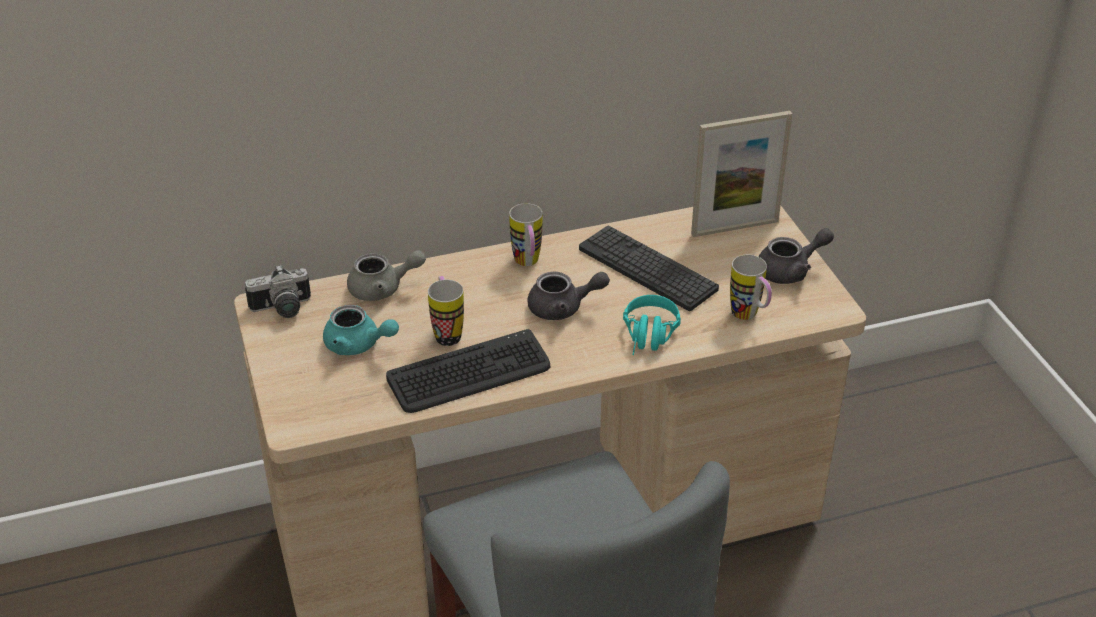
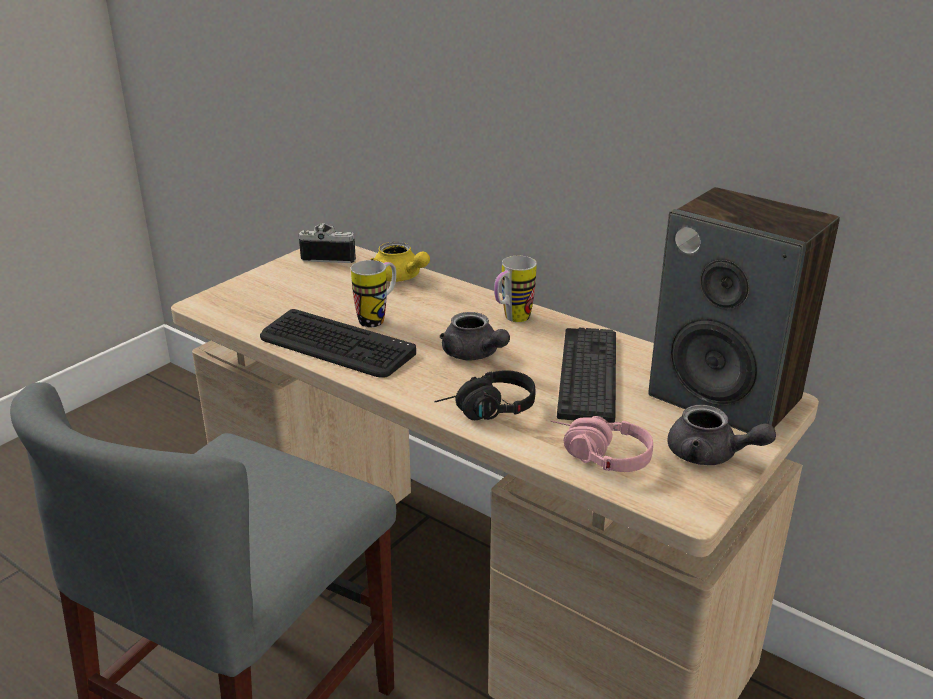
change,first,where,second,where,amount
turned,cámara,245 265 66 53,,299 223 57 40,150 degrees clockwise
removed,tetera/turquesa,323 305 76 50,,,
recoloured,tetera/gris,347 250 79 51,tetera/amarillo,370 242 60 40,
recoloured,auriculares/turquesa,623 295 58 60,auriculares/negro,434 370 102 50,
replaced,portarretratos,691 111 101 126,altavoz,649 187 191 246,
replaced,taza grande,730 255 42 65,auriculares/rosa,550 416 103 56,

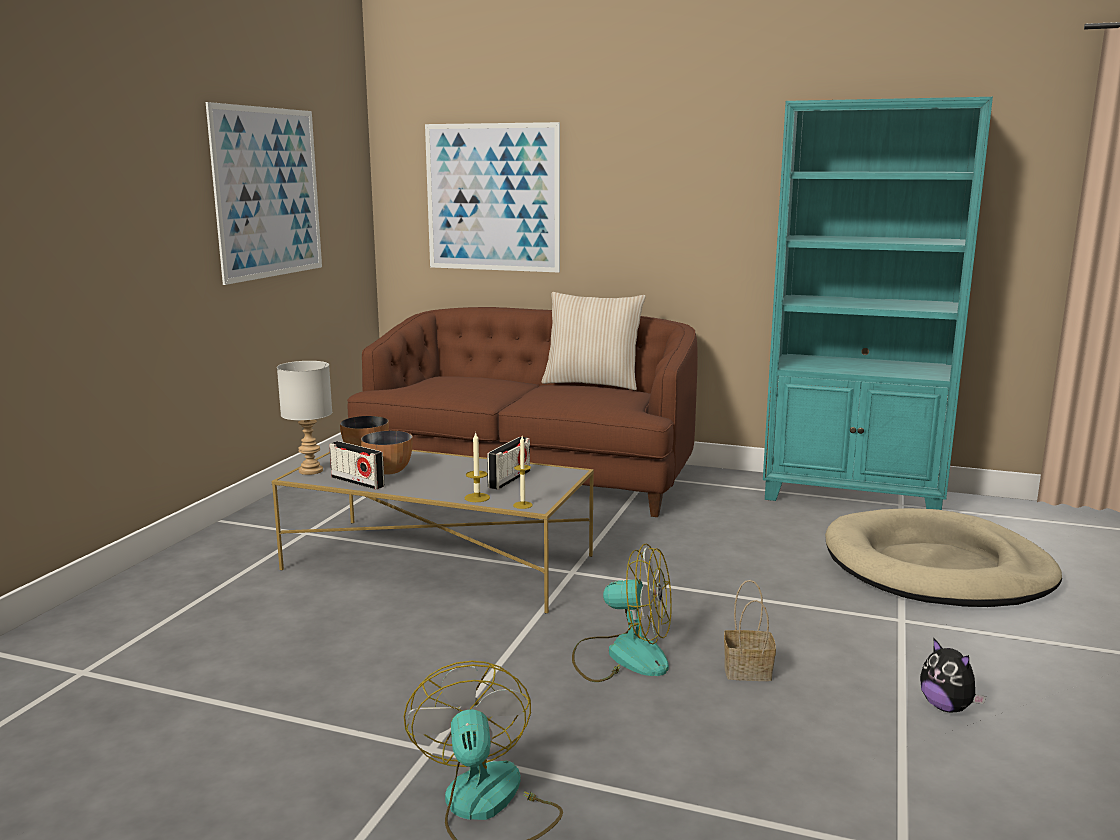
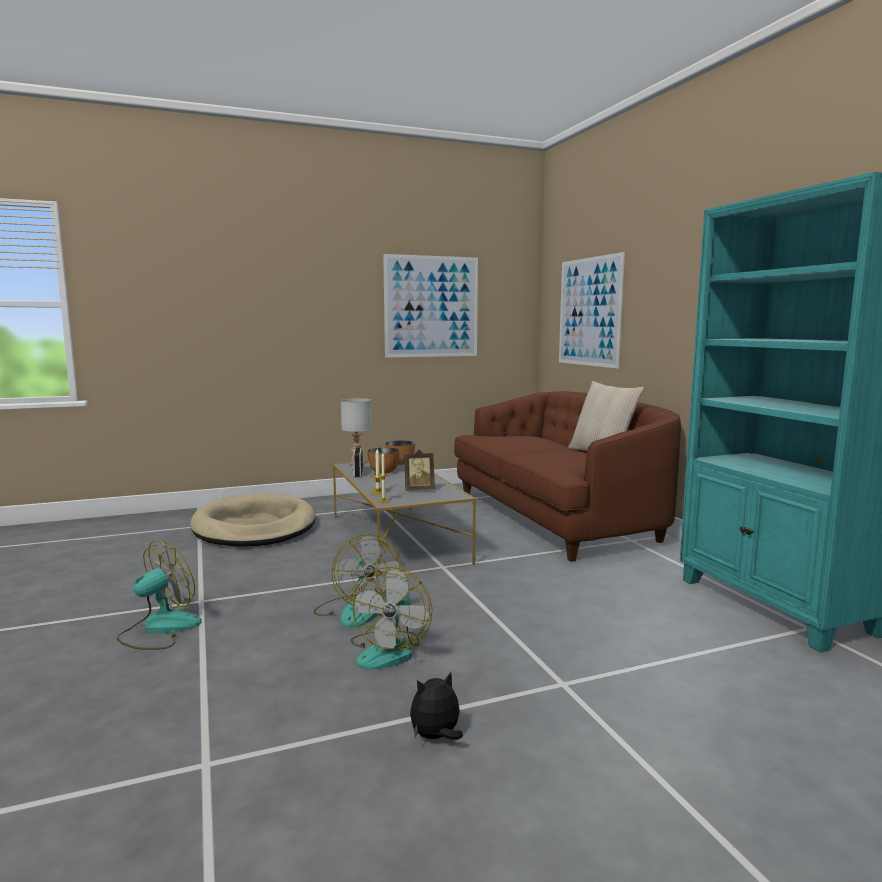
change,first,where,second,where,amount
replaced,radio,487 437 43 53,portarretratos,404 449 31 42,
replaced,cesta,724 580 52 101,ventilador,351 567 81 103,
moved,cama para perro/beis,825 508 237 99,,190 493 126 53,
turned,peluche,920 639 66 73,,410 672 53 68,45 degrees clockwise

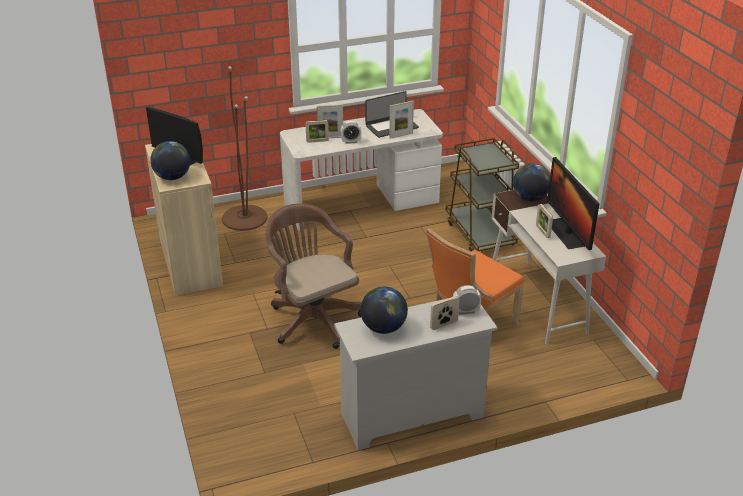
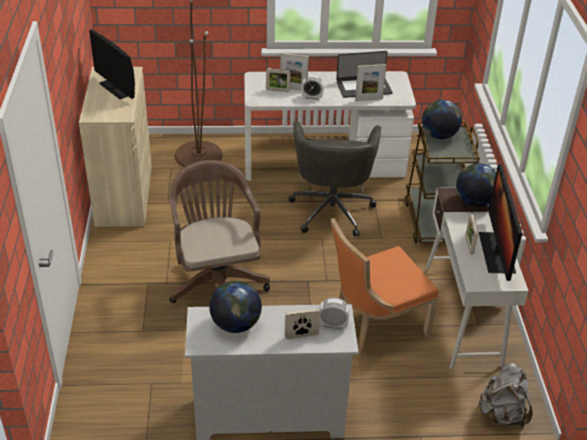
change,first,where,second,where,amount
moved,globo terráqueo,150 141 40 39,,422 100 40 39,
added,,,silla de oficina/gris,288 121 93 116,
added,,,mochila/gris,477 363 56 64,

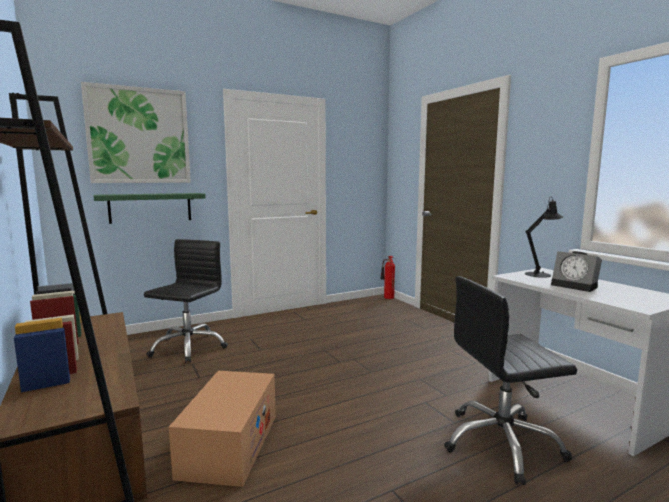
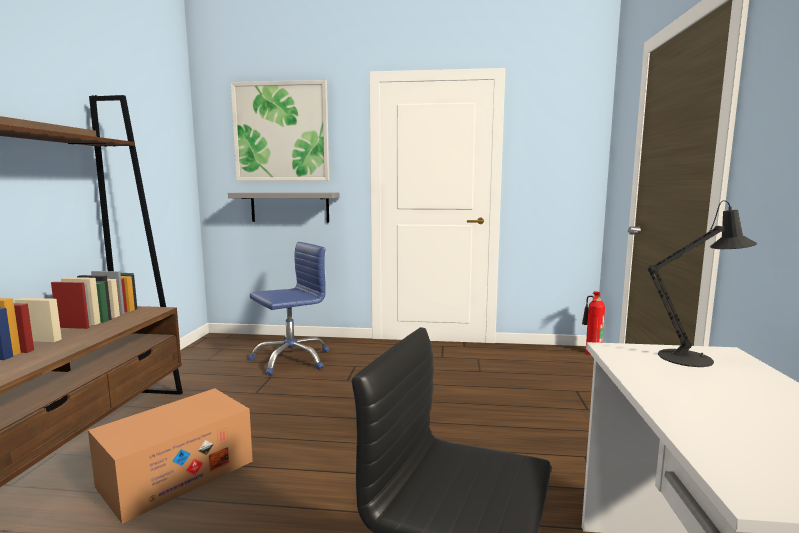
change,first,where,second,where,amount
recoloured,estante/verde,94 193 112 31,estante/gris,228 192 112 30,
recoloured,silla de oficina/negro,144 239 84 124,silla de oficina/azul,248 242 82 133,
removed,despertador,551 251 51 41,,,

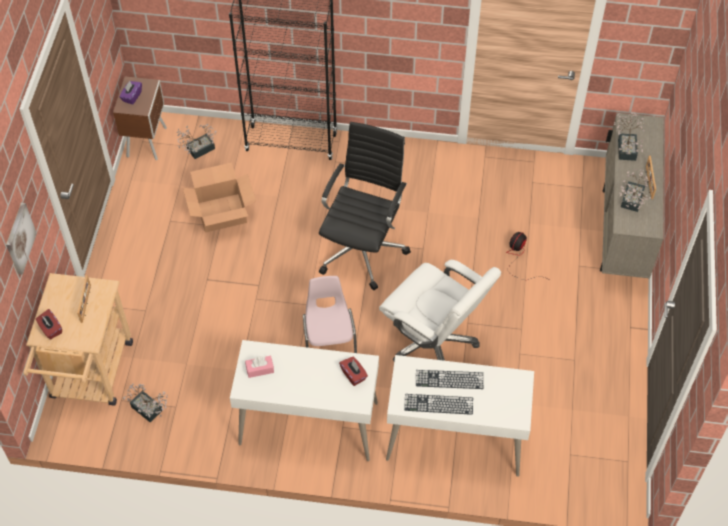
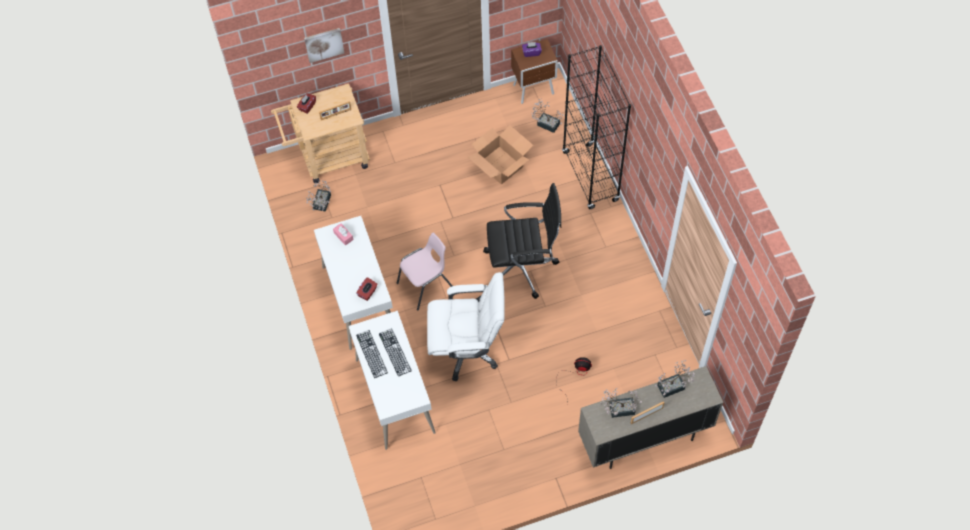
change,first,where,second,where,amount
turned,silla de oficina/blanco,379 260 122 101,,427 272 78 109,105 degrees counterclockwise

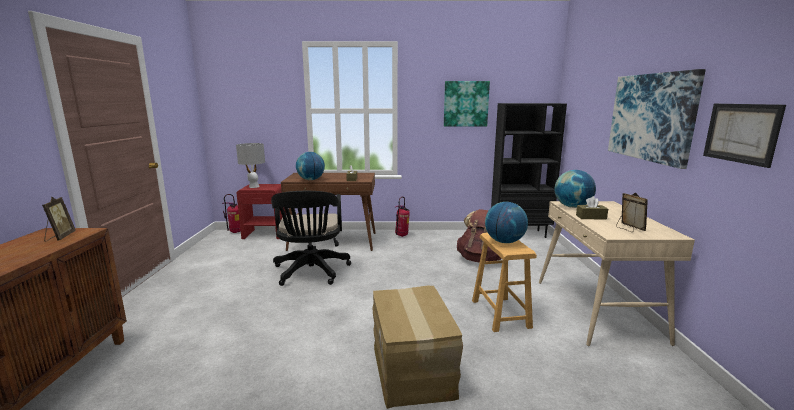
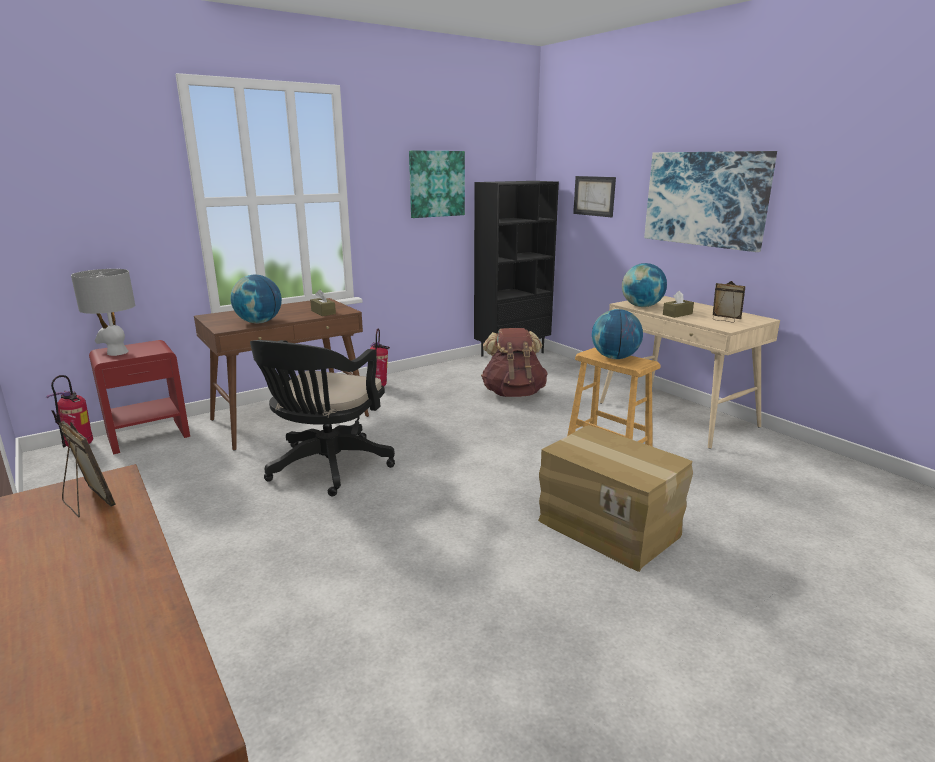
change,first,where,second,where,amount
turned,silla de oficina/negro,271 191 80 95,,250 340 145 156,60 degrees clockwise
moved,cuadro,703 104 83 64,,573 176 43 41,

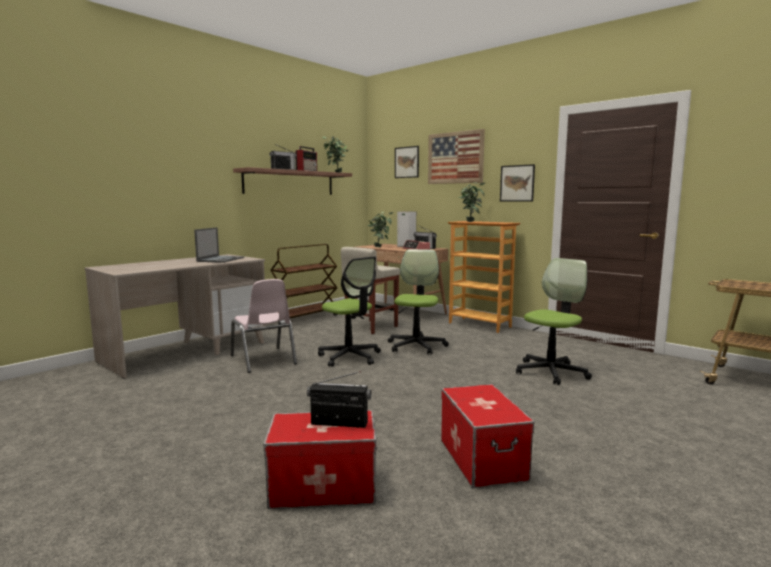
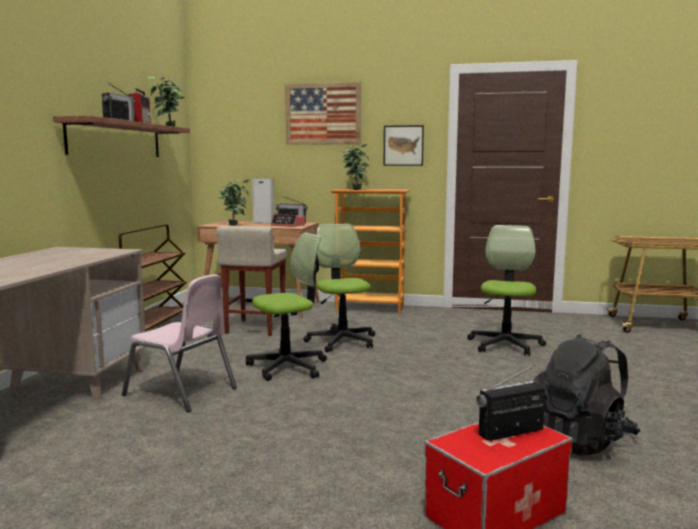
change,first,where,second,where,amount
removed,portátil,194 227 50 36,,,
turned,silla de oficina,318 256 63 111,,246 233 81 148,45 degrees counterclockwise
removed,cuadro,395 146 24 32,,,
replaced,caja de almacenaje,441 384 93 104,mochila/negro,533 334 107 122,

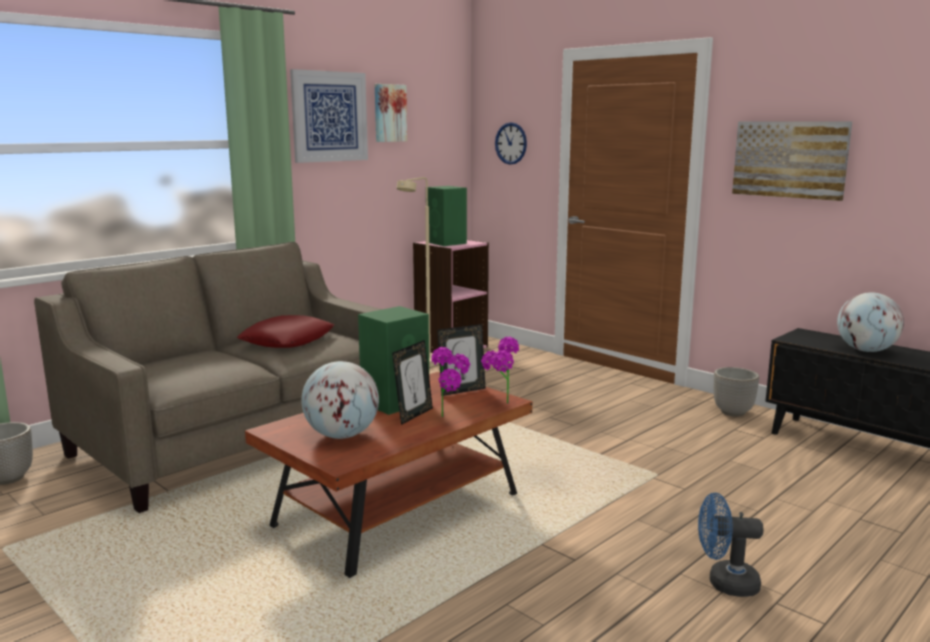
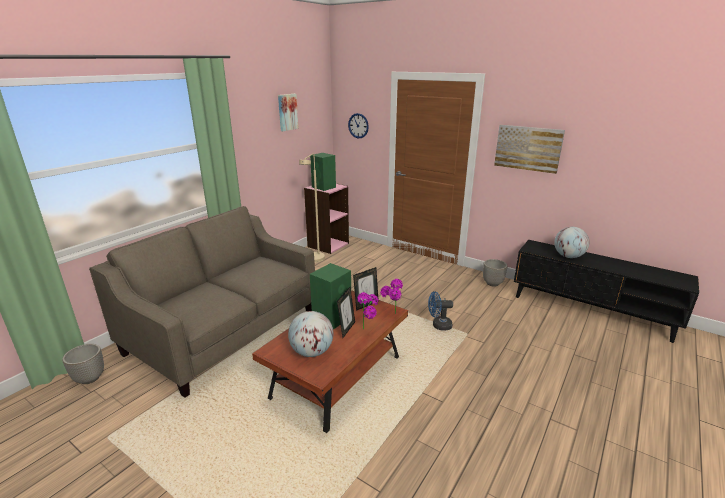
change,first,where,second,where,amount
removed,cojín/rojo,237 315 97 33,,,
removed,cuadro,290 69 78 94,,,
moved,ventilador/azul,698 493 65 104,,428 291 25 40,

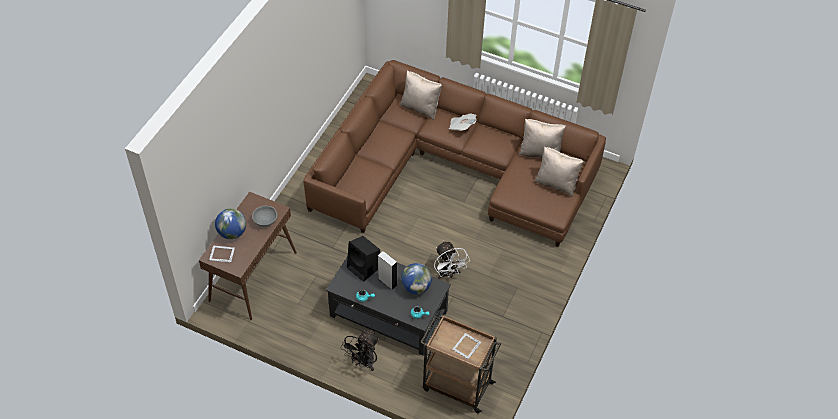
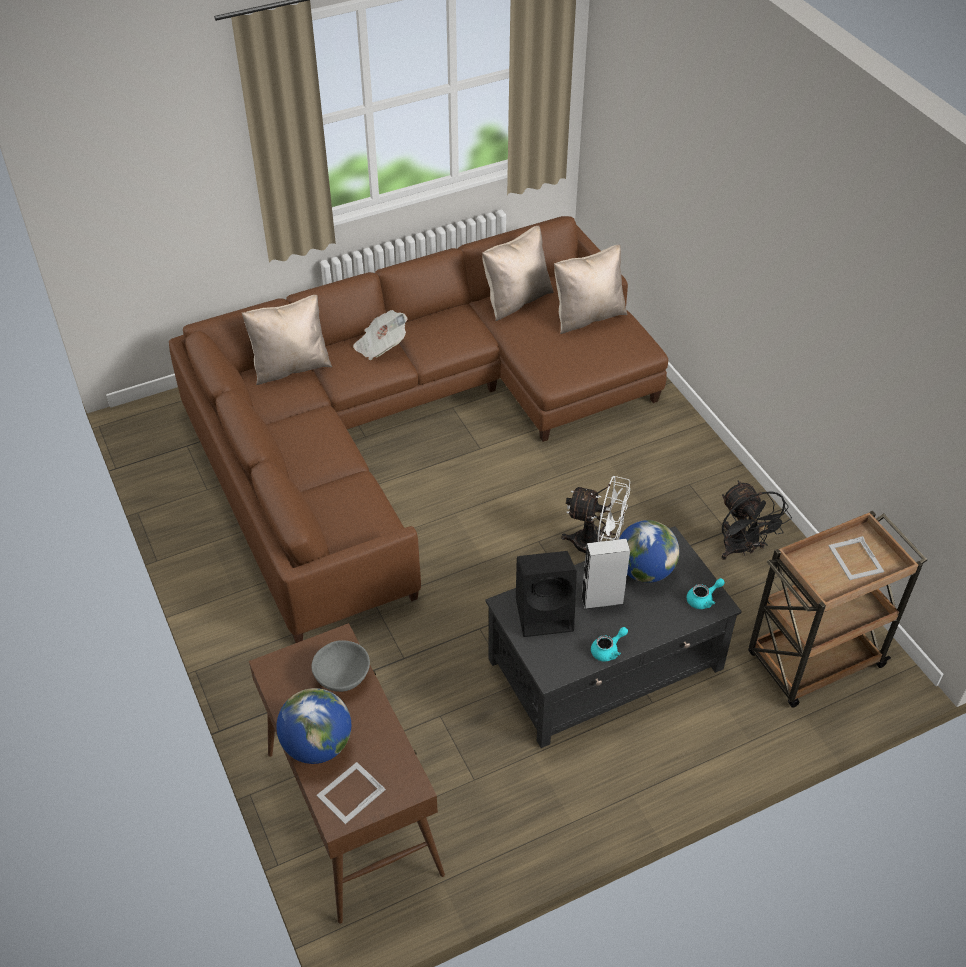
change,first,where,second,where,amount
moved,ventilador/negro,340 330 39 41,,721 481 71 79,

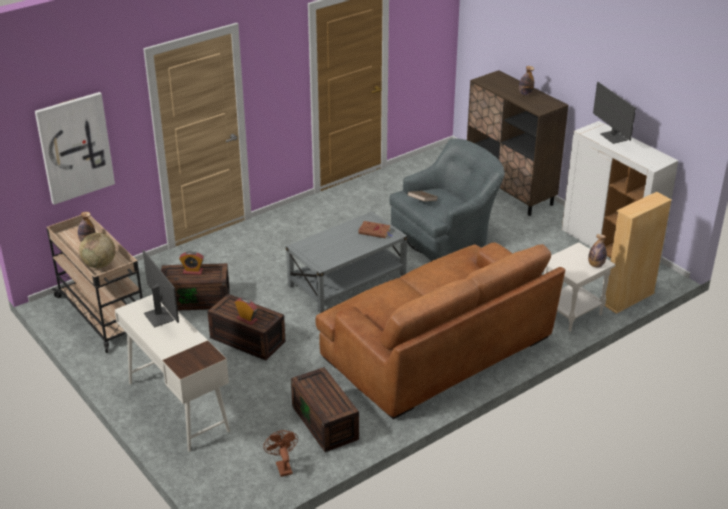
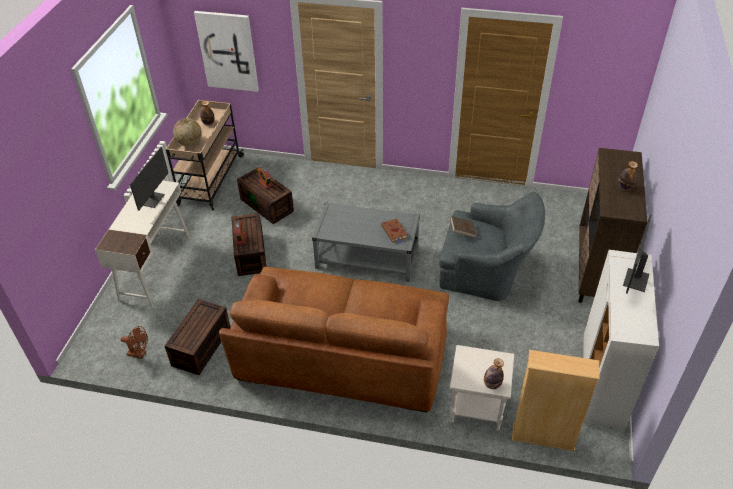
change,first,where,second,where,amount
turned,ventilador/marrón,263 430 35 47,,120 326 28 33,75 degrees clockwise

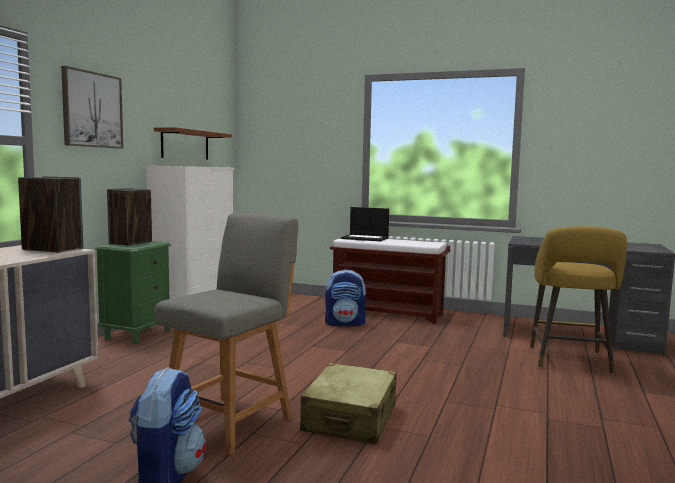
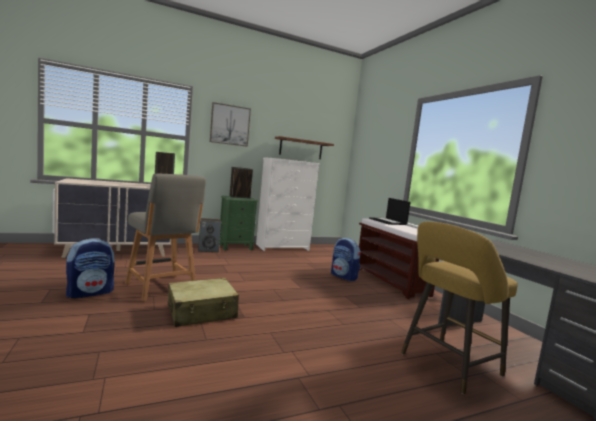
change,first,where,second,where,amount
turned,silla/gris,154 213 144 242,,125 174 81 127,60 degrees clockwise
added,,,altavoz,198 218 23 34,

